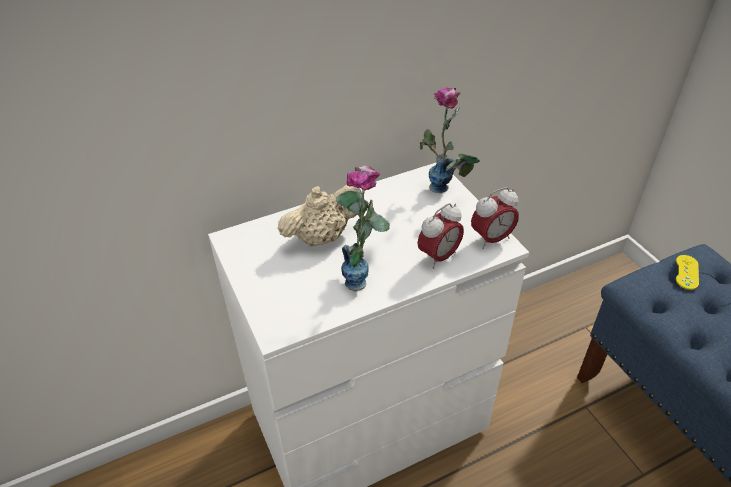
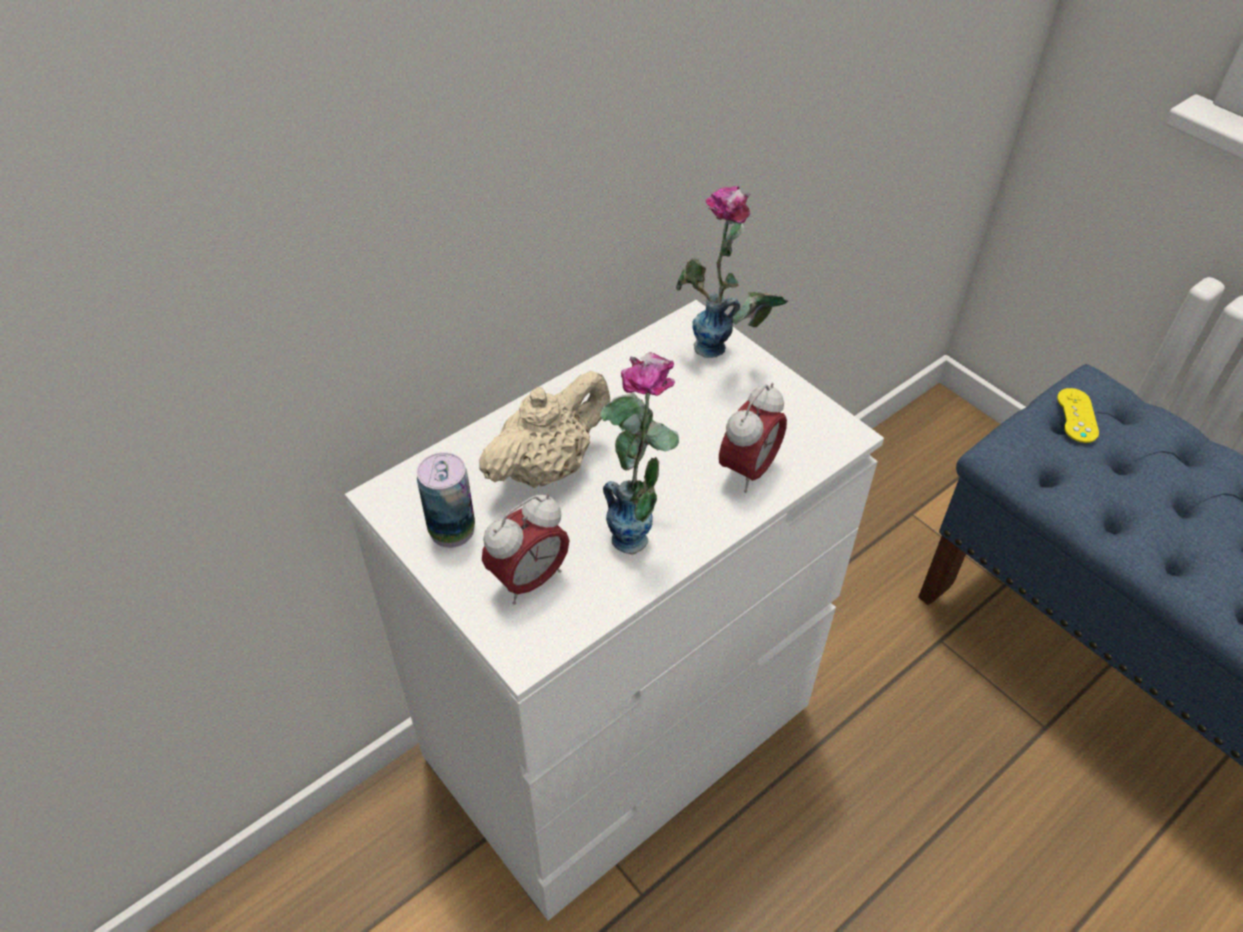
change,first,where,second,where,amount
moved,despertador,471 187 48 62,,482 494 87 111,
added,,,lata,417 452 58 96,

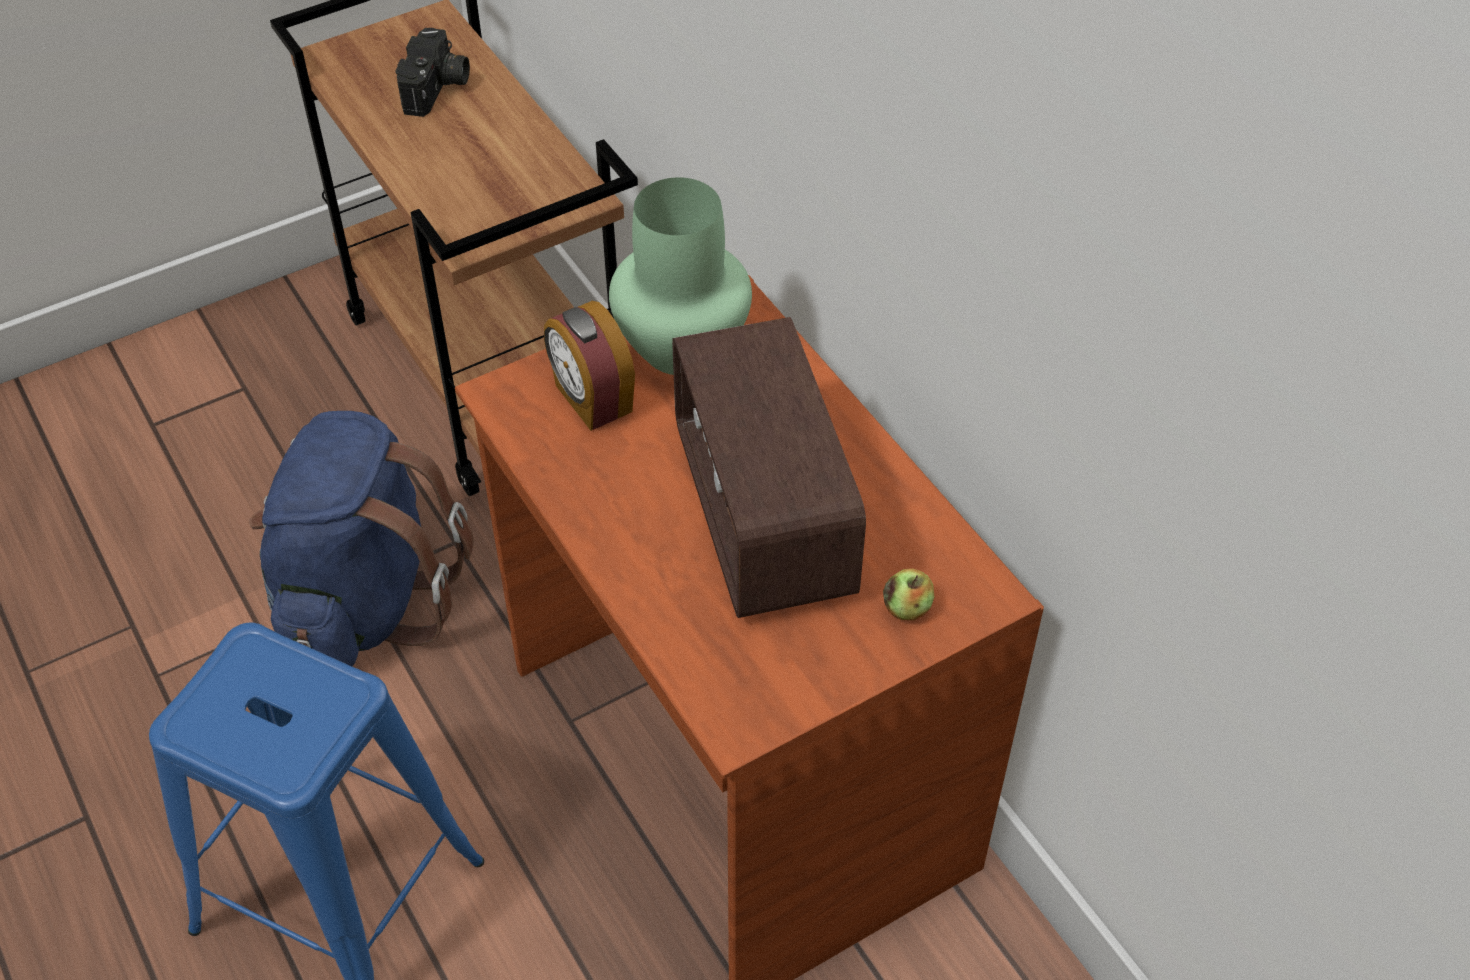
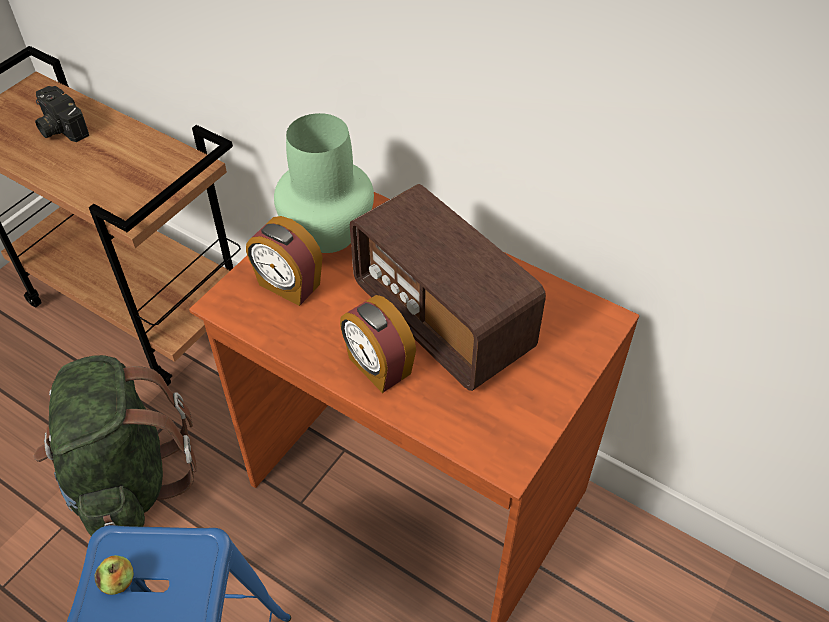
change,first,where,second,where,amount
recoloured,mochila/azul,249 411 225 255,mochila/verde,34 355 163 181,
turned,cámara,396 28 74 89,,35 86 54 56,150 degrees clockwise
moved,manzana,883 568 52 52,,94 555 40 40,
added,,,despertador,340 295 76 98,

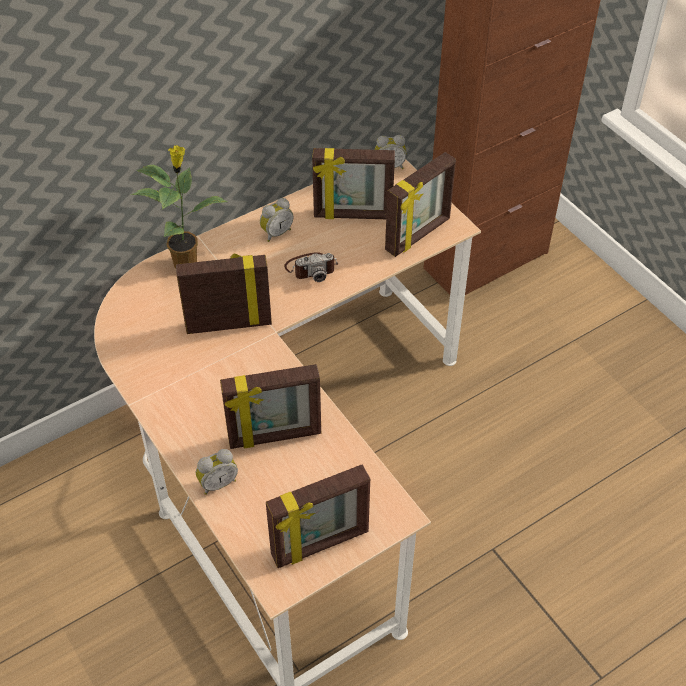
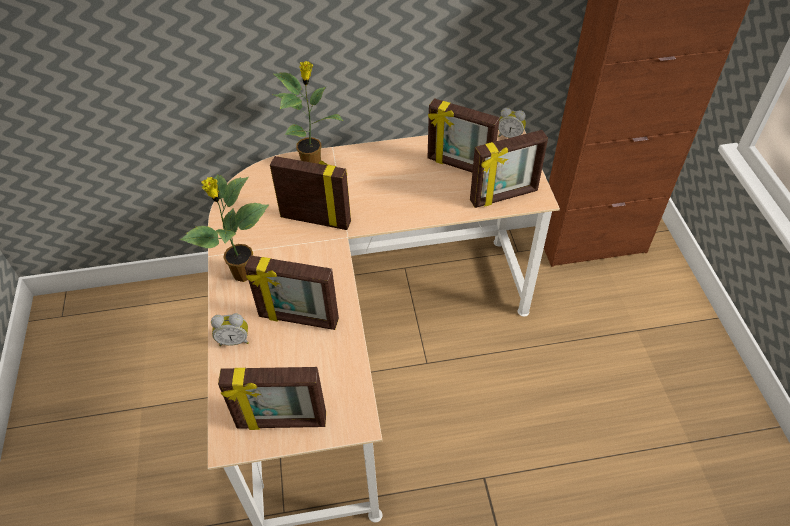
change,first,where,second,where,amount
removed,despertador,260 198 34 44,,,
removed,cámara,284 252 54 30,,,
added,,,planta en maceta,180 174 89 108,

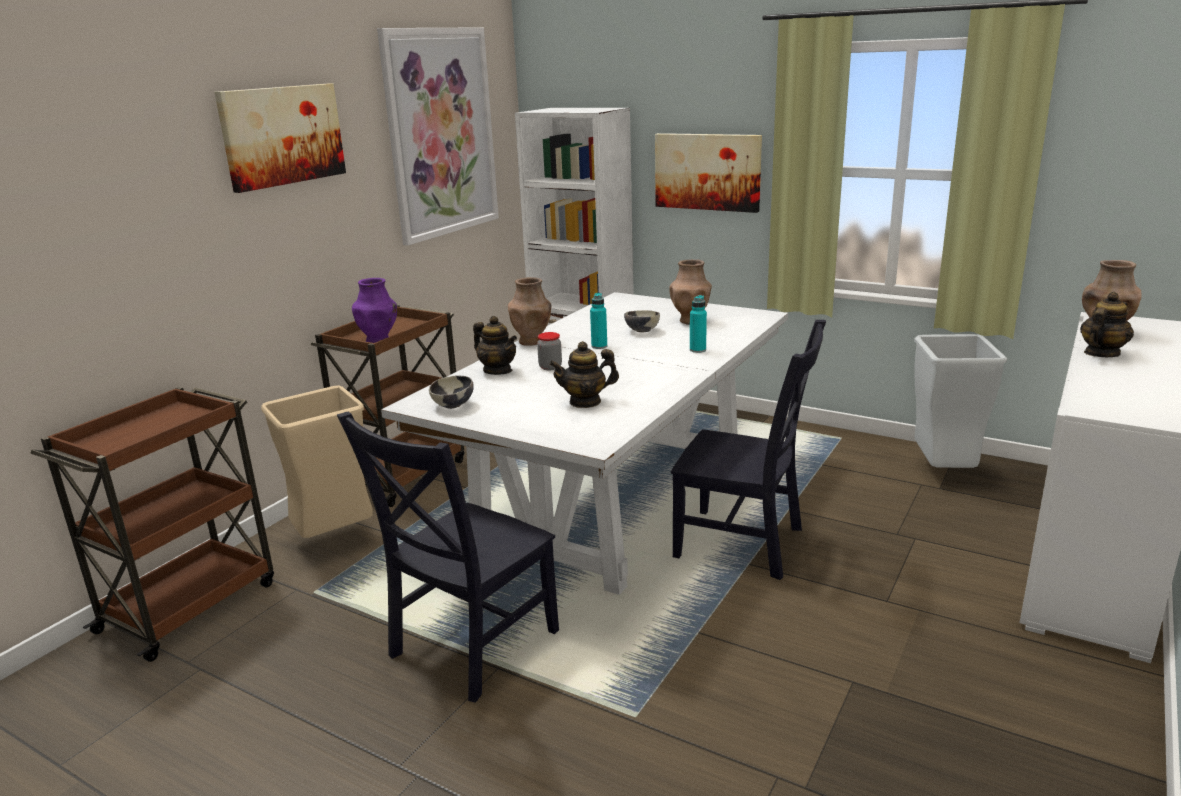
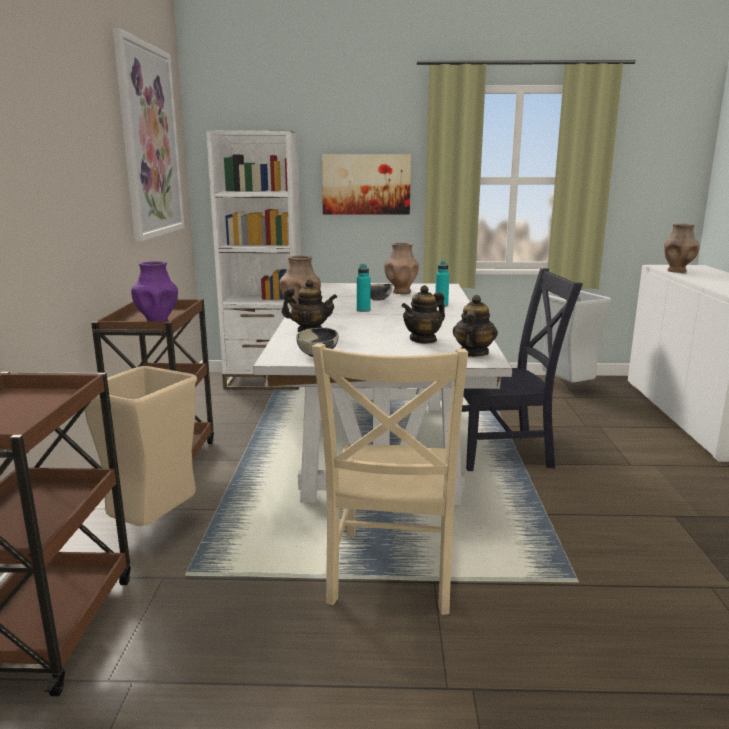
change,first,where,second,where,amount
removed,cuadro,215 83 131 110,,,
recoloured,silla/negro,337 412 222 291,silla/beis,312 343 156 272,
removed,tarro,537 332 25 38,,,
moved,tetera,1080 292 54 65,,453 295 45 62,

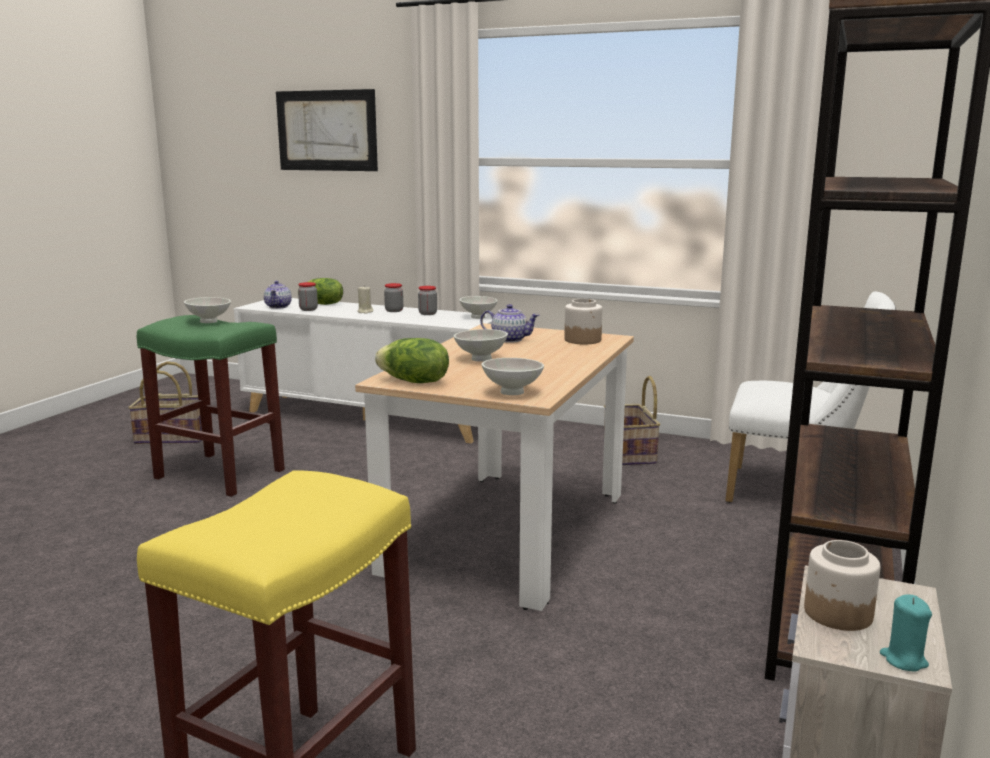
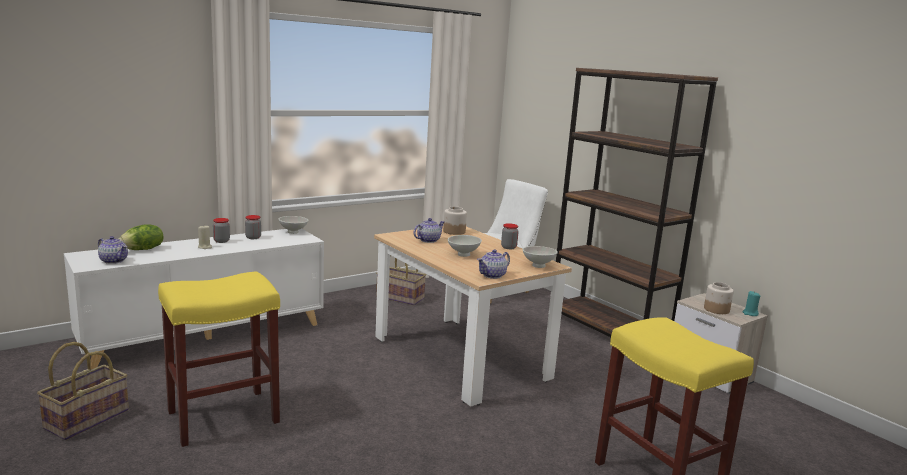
change,first,where,second,where,amount
recoloured,taburete/verde,137 315 148 182,taburete/amarillo,158 272 122 175,
removed,cuenco/blanco,184 297 47 26,,,
removed,cuadro,276 89 102 82,,,
moved,tarro,298 282 20 29,,501 223 18 26,
replaced,lechuga,375 338 74 45,tetera,477 249 33 30,

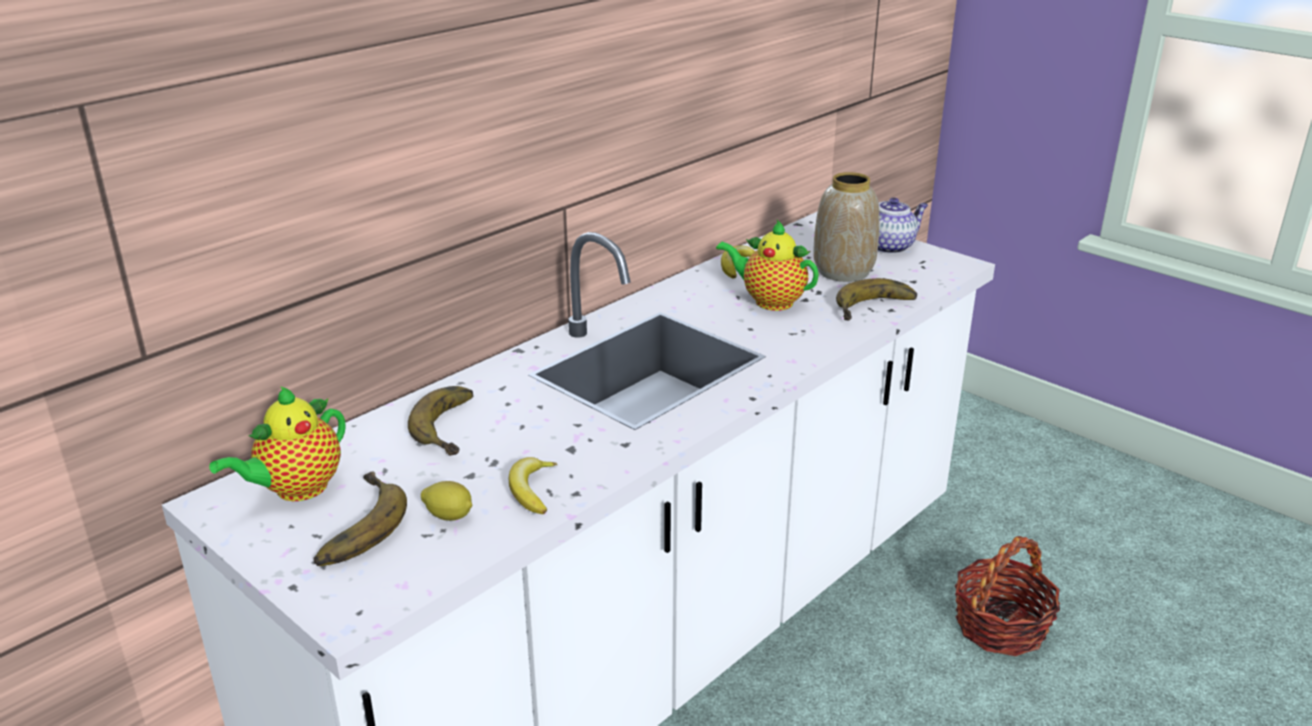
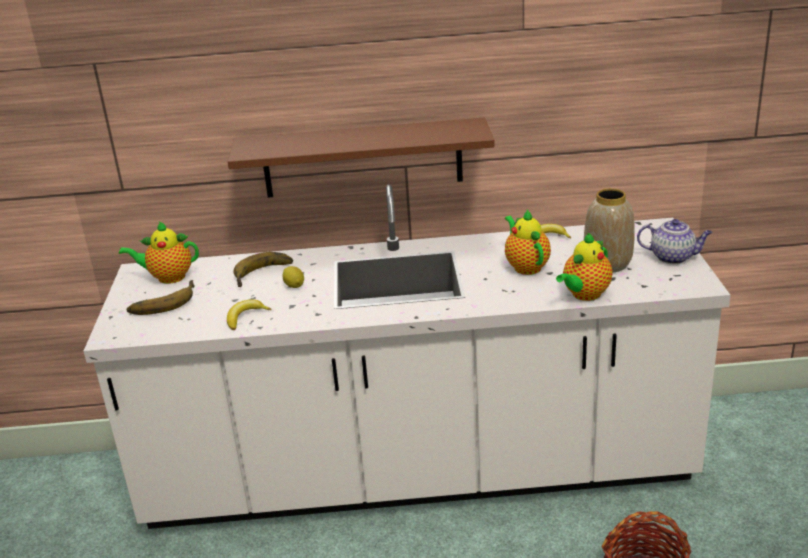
change,first,where,second,where,amount
moved,limón,421 481 51 40,,283 266 21 22,
replaced,plátano,836 278 81 42,tetera,556 233 57 68,
added,,,estante/marrón,228 117 266 81,

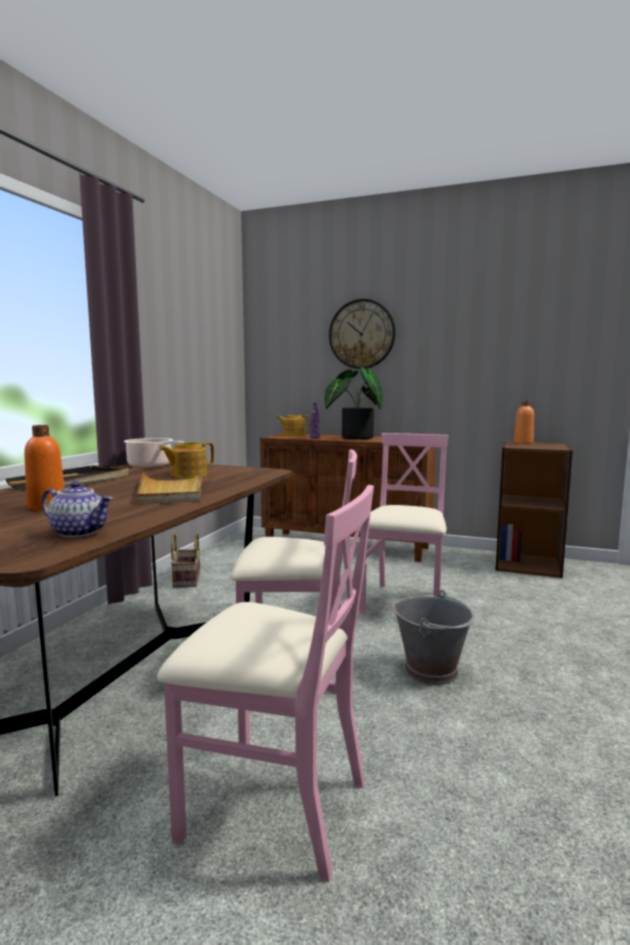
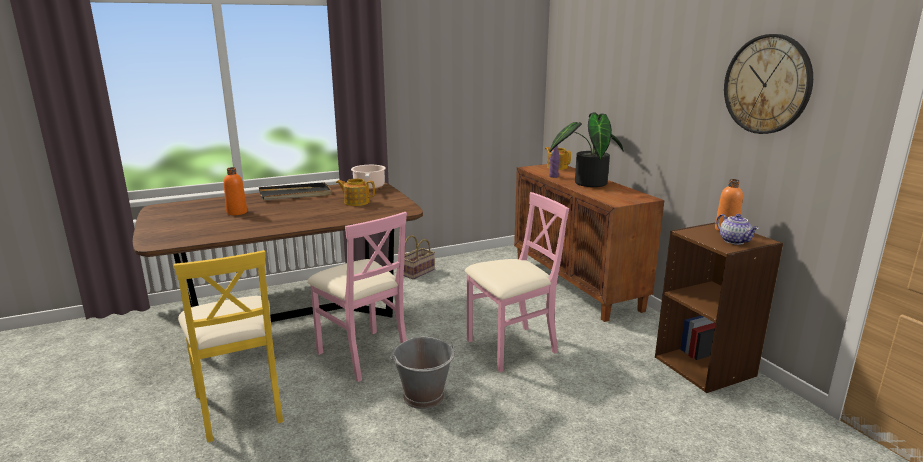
change,first,where,second,where,amount
moved,tetera,42 481 71 56,,716 214 43 31,
removed,bandeja/beis,137 470 66 34,,,
recoloured,silla/rosa,157 485 217 397,silla/amarillo,174 250 109 193,
moved,reloj de pared,329 299 67 70,,724 34 89 100,

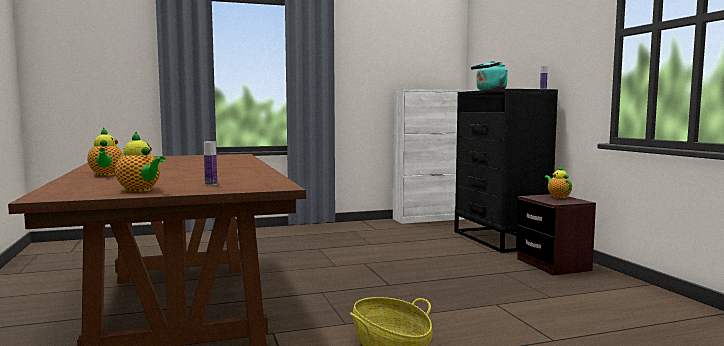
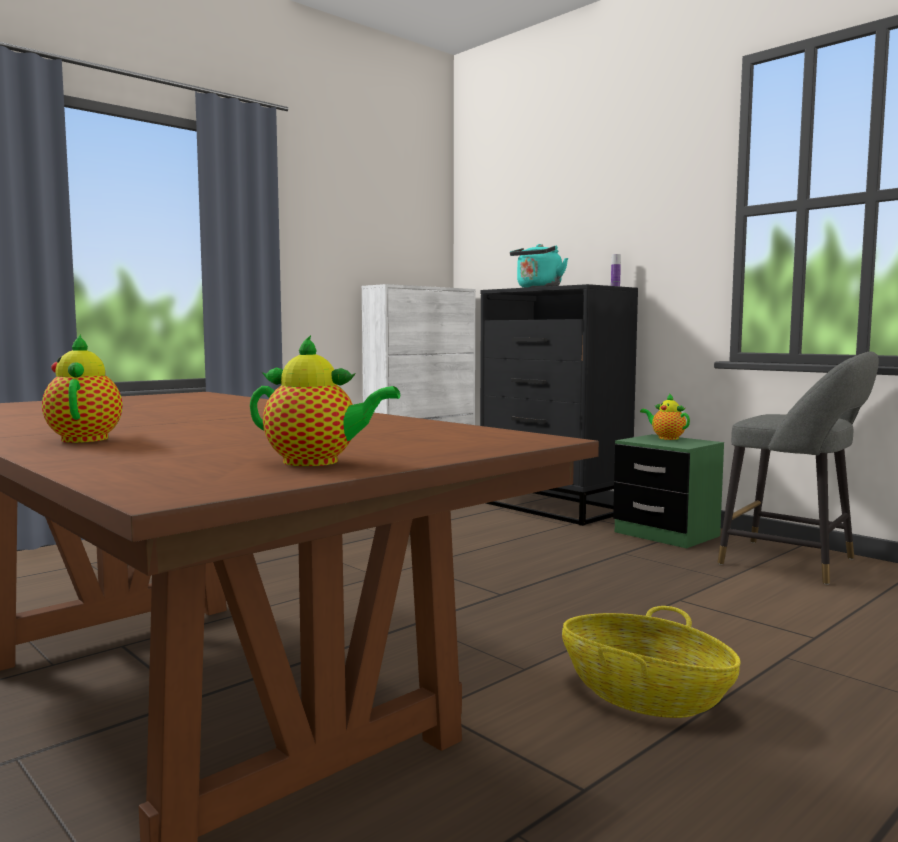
change,first,where,second,where,amount
turned,tetera,87 127 36 49,,42 334 80 109,150 degrees counterclockwise
removed,botella,204 141 13 45,,,
recoloured,mesita de noche/marrón,516 194 80 81,mesita de noche/verde,613 434 111 114,
added,,,taburete/gris,718 352 161 233,

